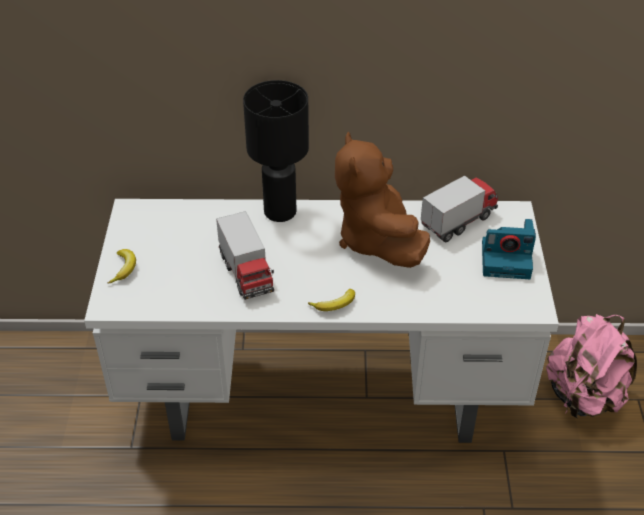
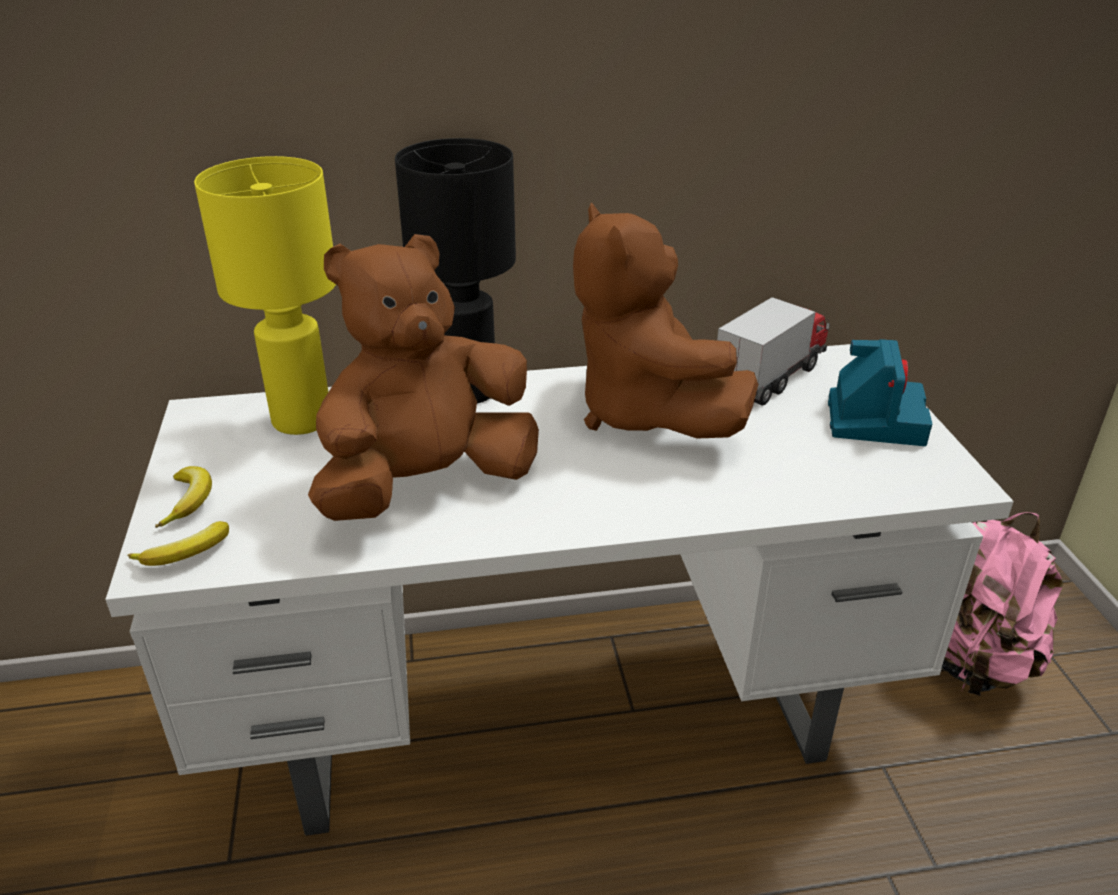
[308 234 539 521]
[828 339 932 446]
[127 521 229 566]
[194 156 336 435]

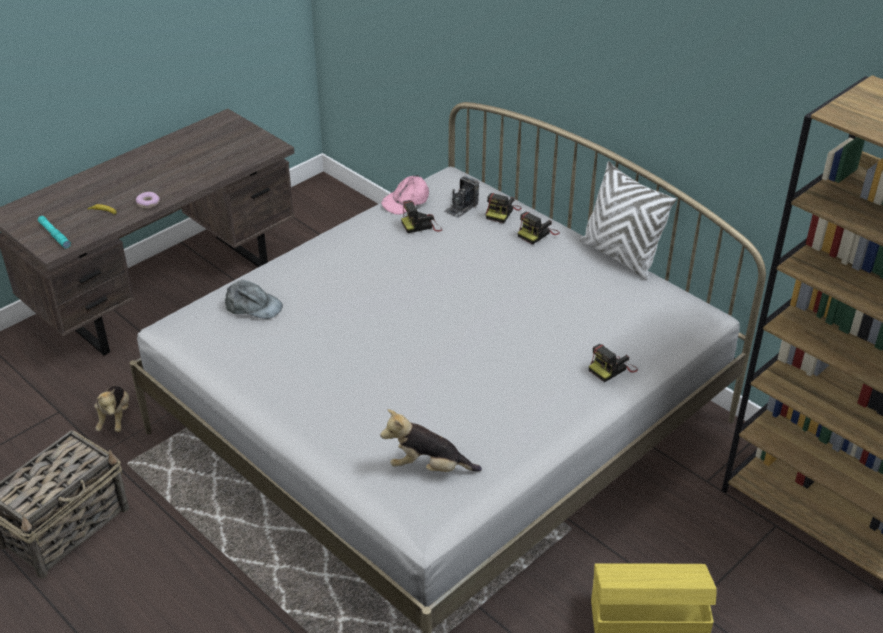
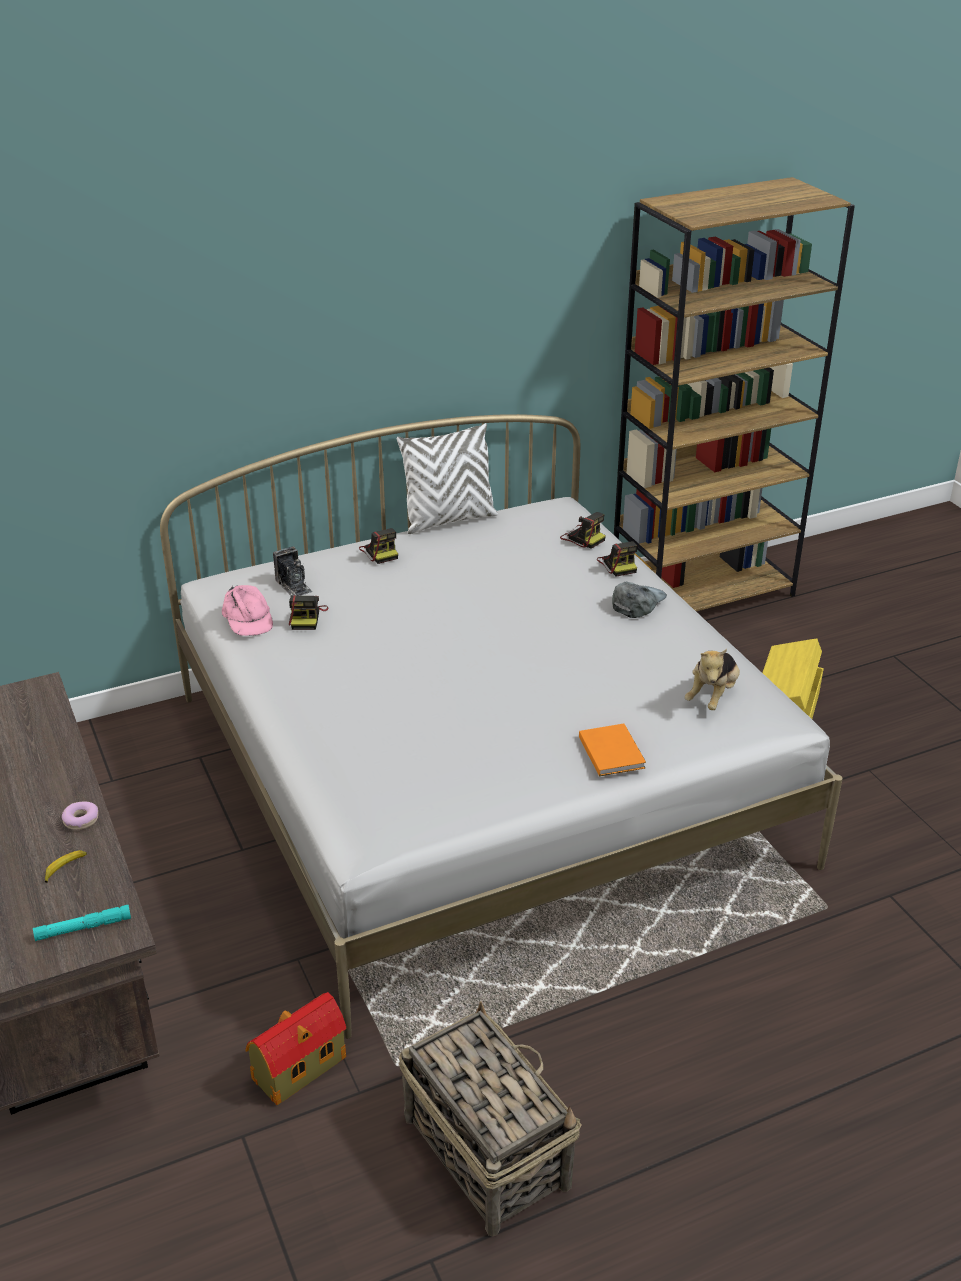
[560 512 606 549]
[612 582 667 618]
[245 992 346 1105]
[579 724 646 776]

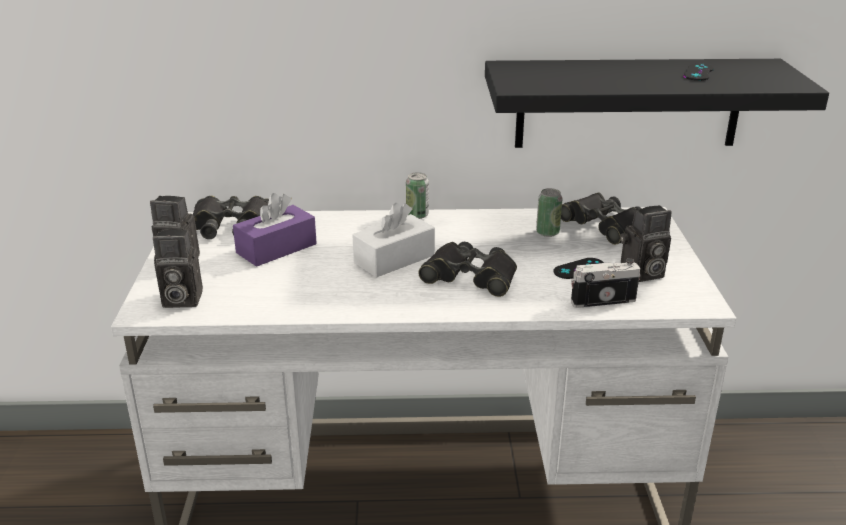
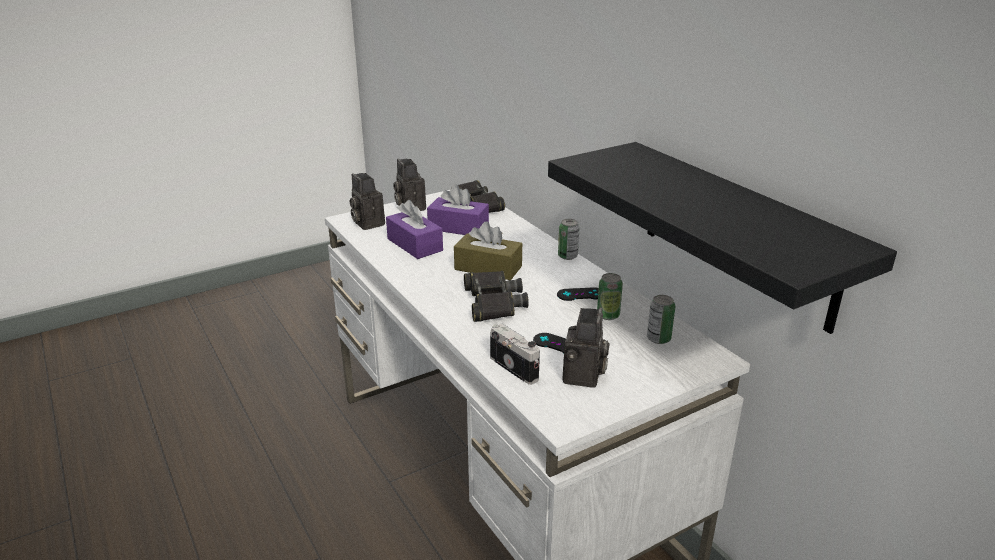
[557 287 599 301]
[647 295 676 344]
[454 221 522 280]
[563 307 609 388]
[386 200 443 259]

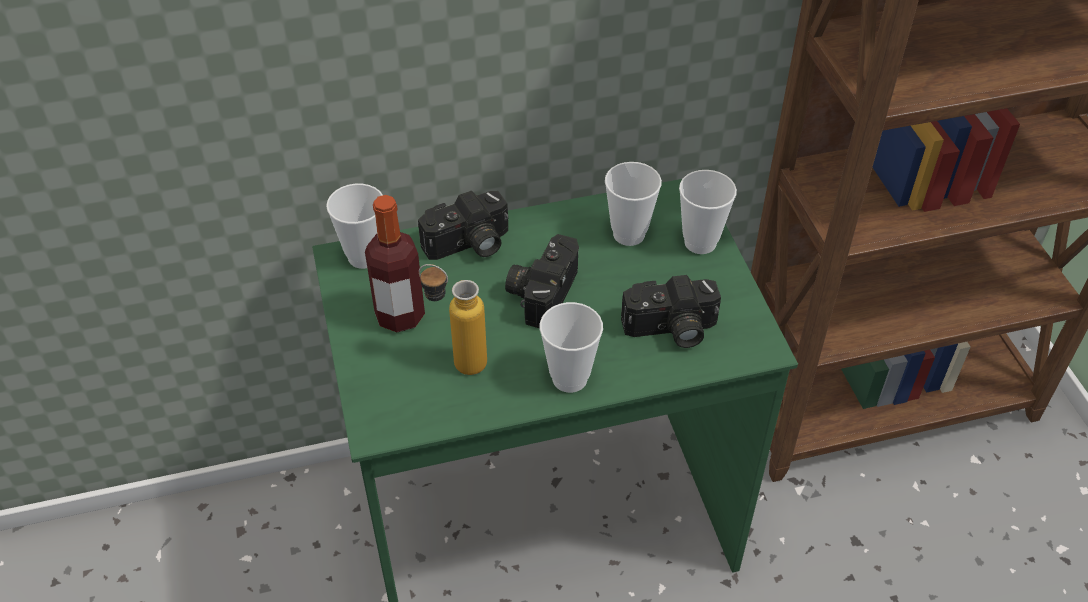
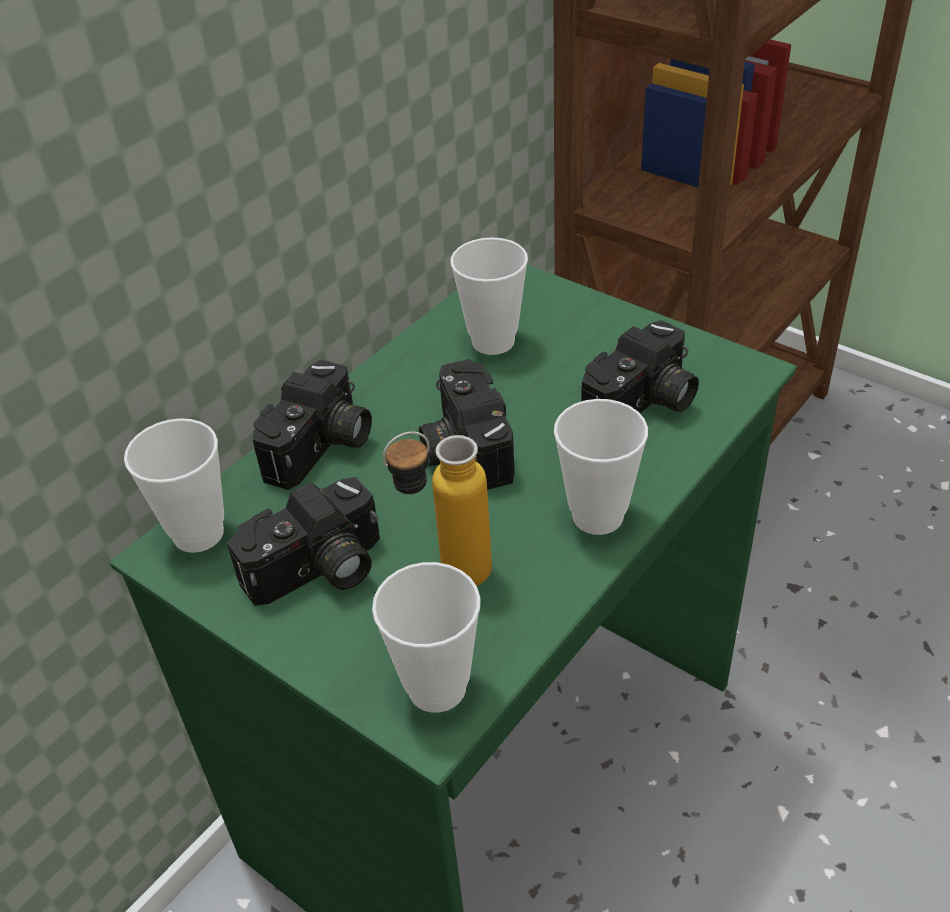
[372 562 481 713]
[227 477 380 606]

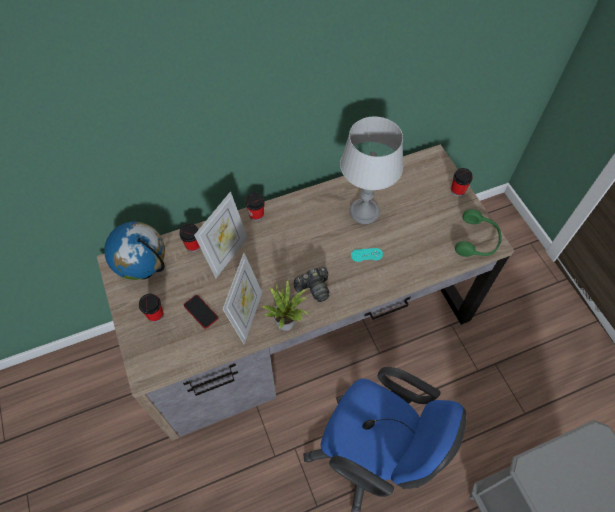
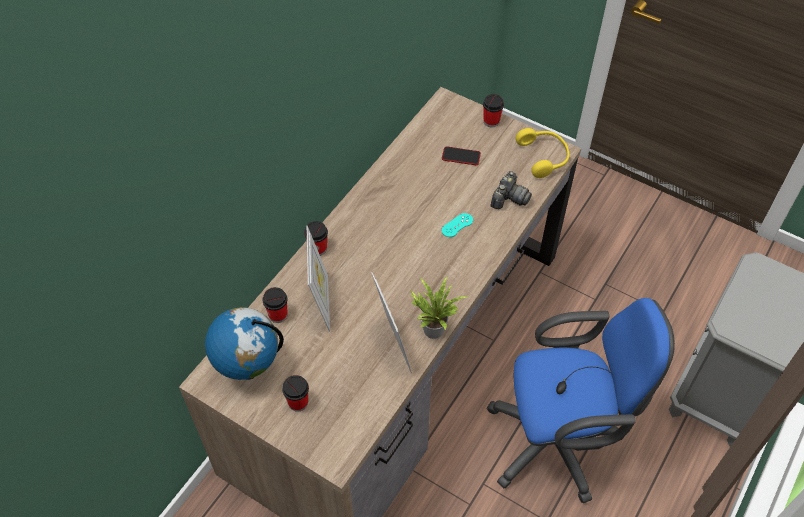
[340 117 403 224] (first image)
[516 128 570 178]
[491 171 532 209]
[442 146 481 165]

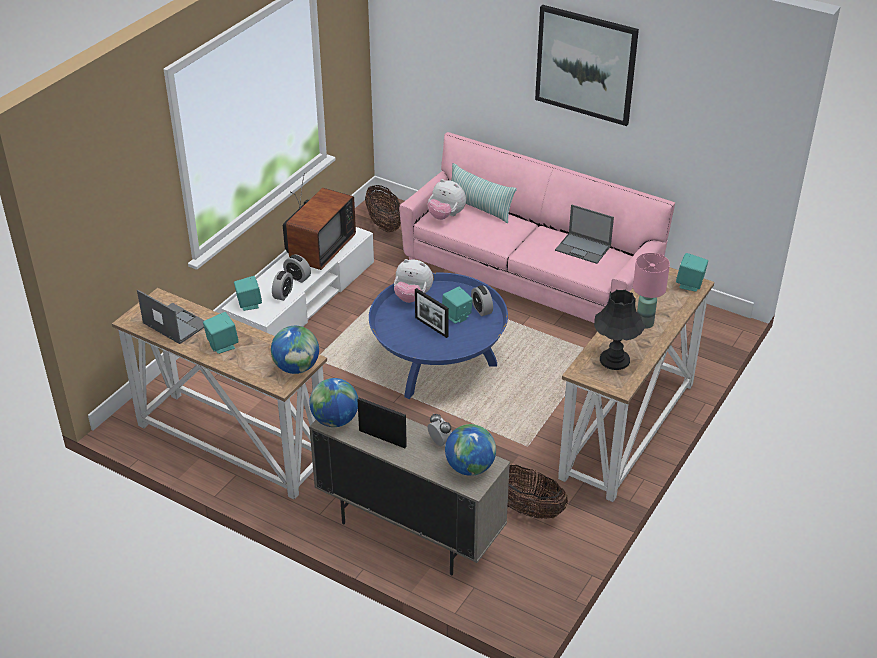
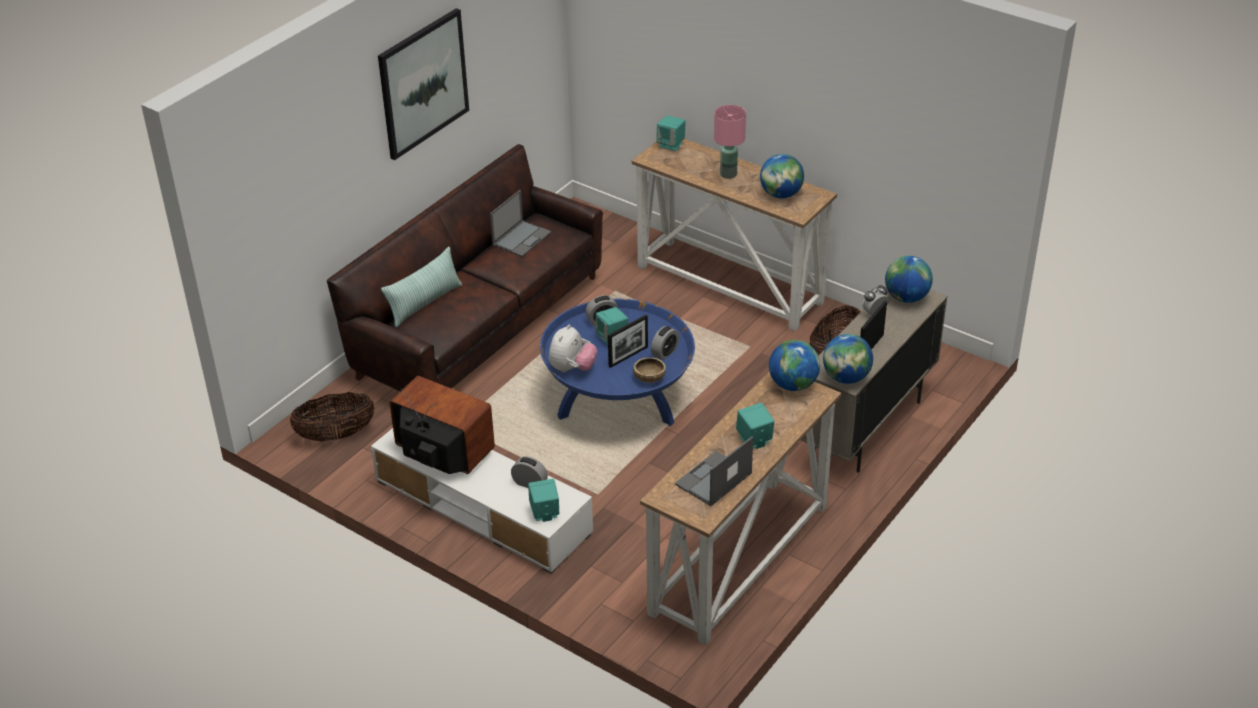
[327 144 603 391]
[427 179 466 220] (first image)
[651 326 679 360]
[760 154 804 198]
[633 357 666 383]

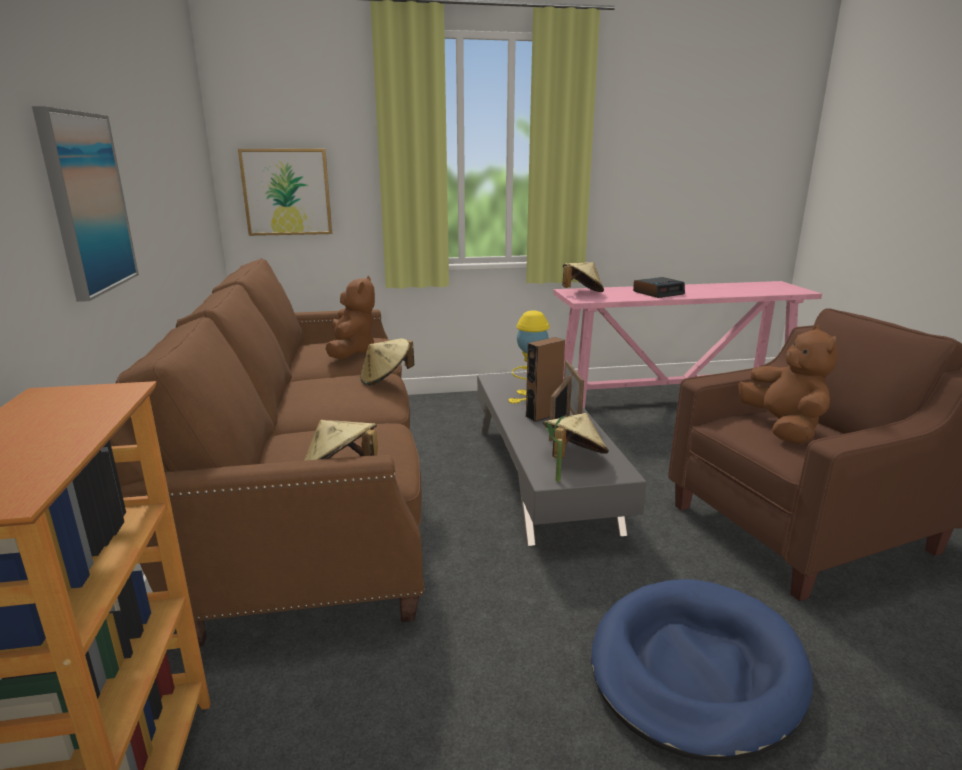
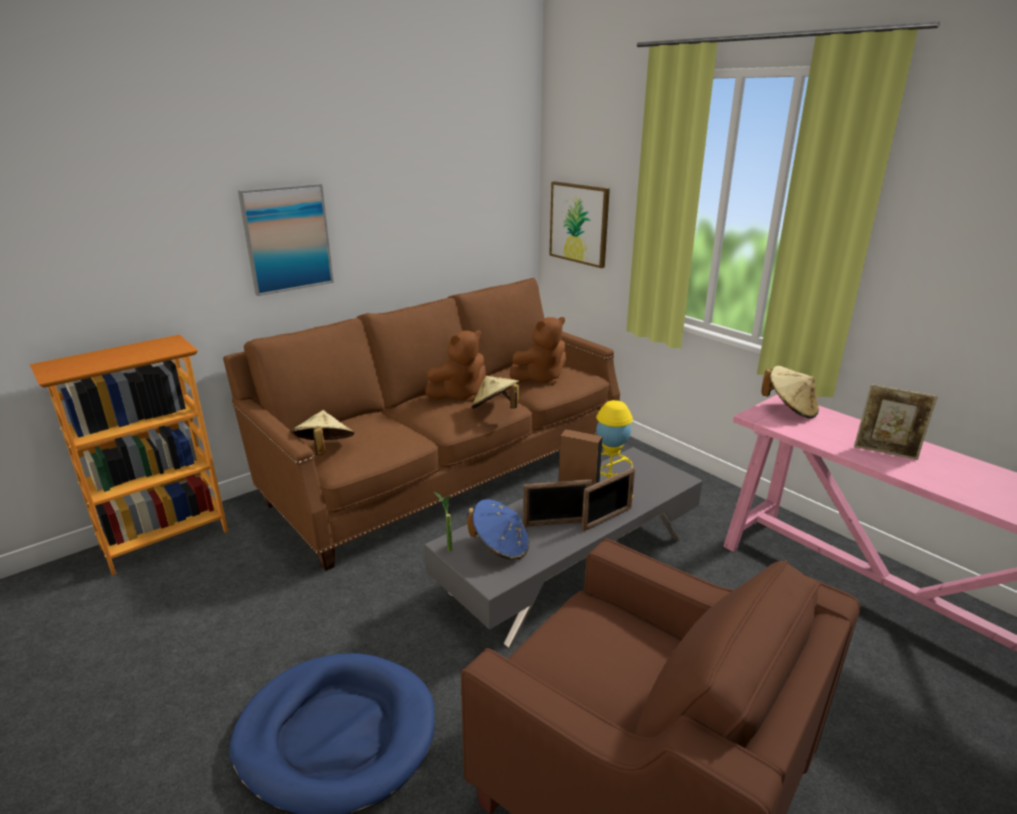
[854 384 938 460]
[425 330 486 401]
[467 499 530 560]

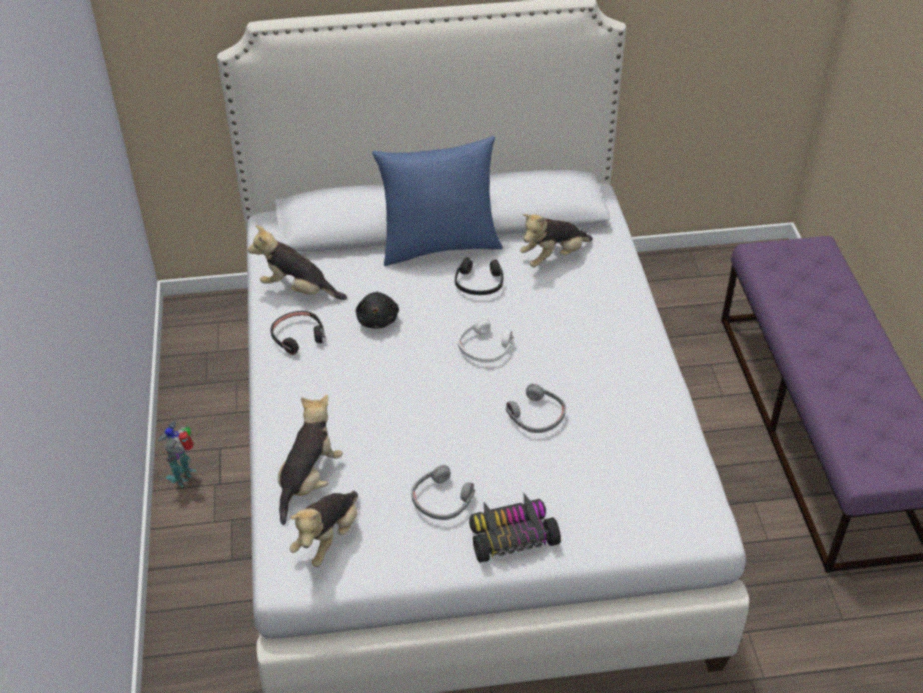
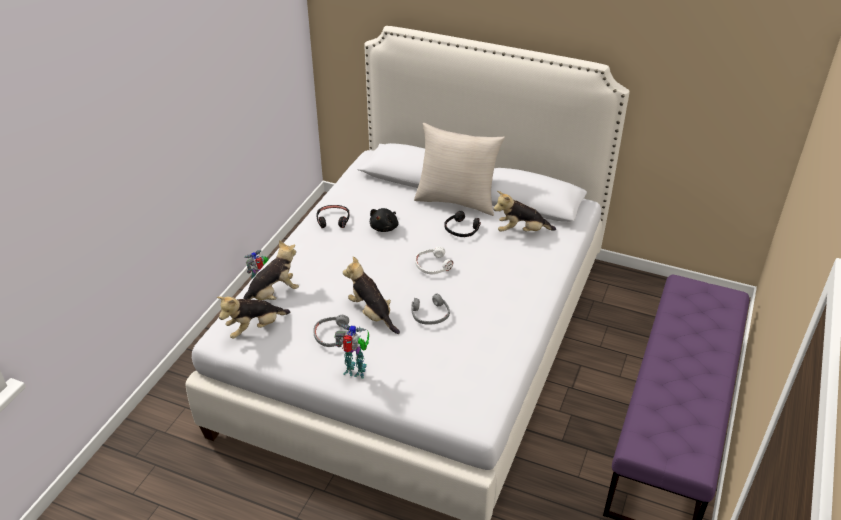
[414 123 505 216]
[343 257 400 334]
[335 324 370 379]

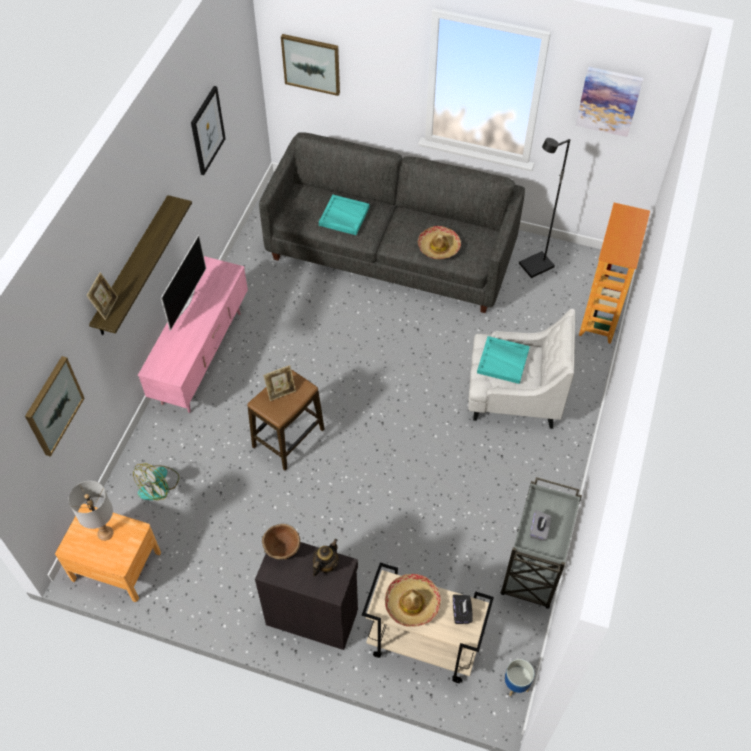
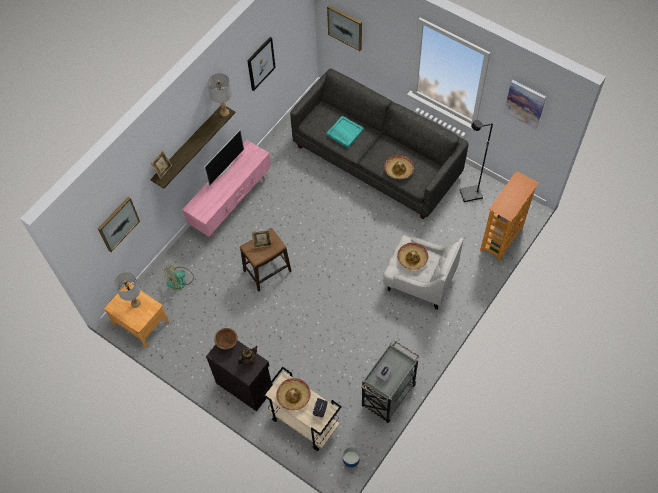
[397 243 428 270]
[208 73 232 117]

